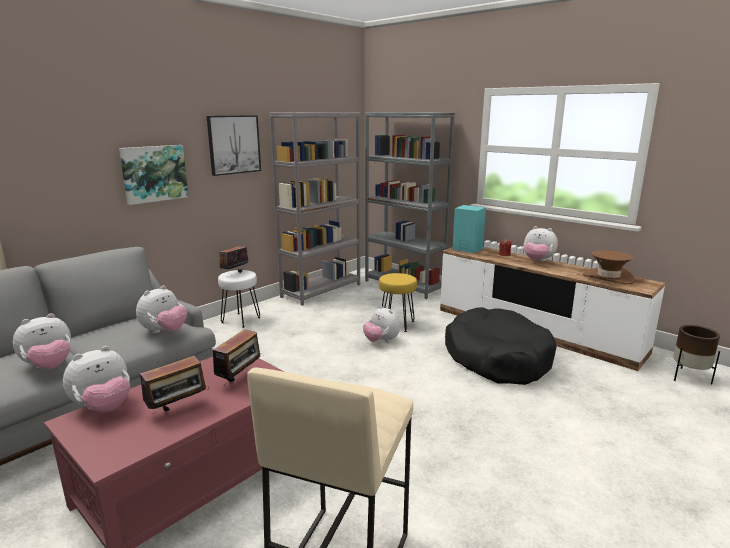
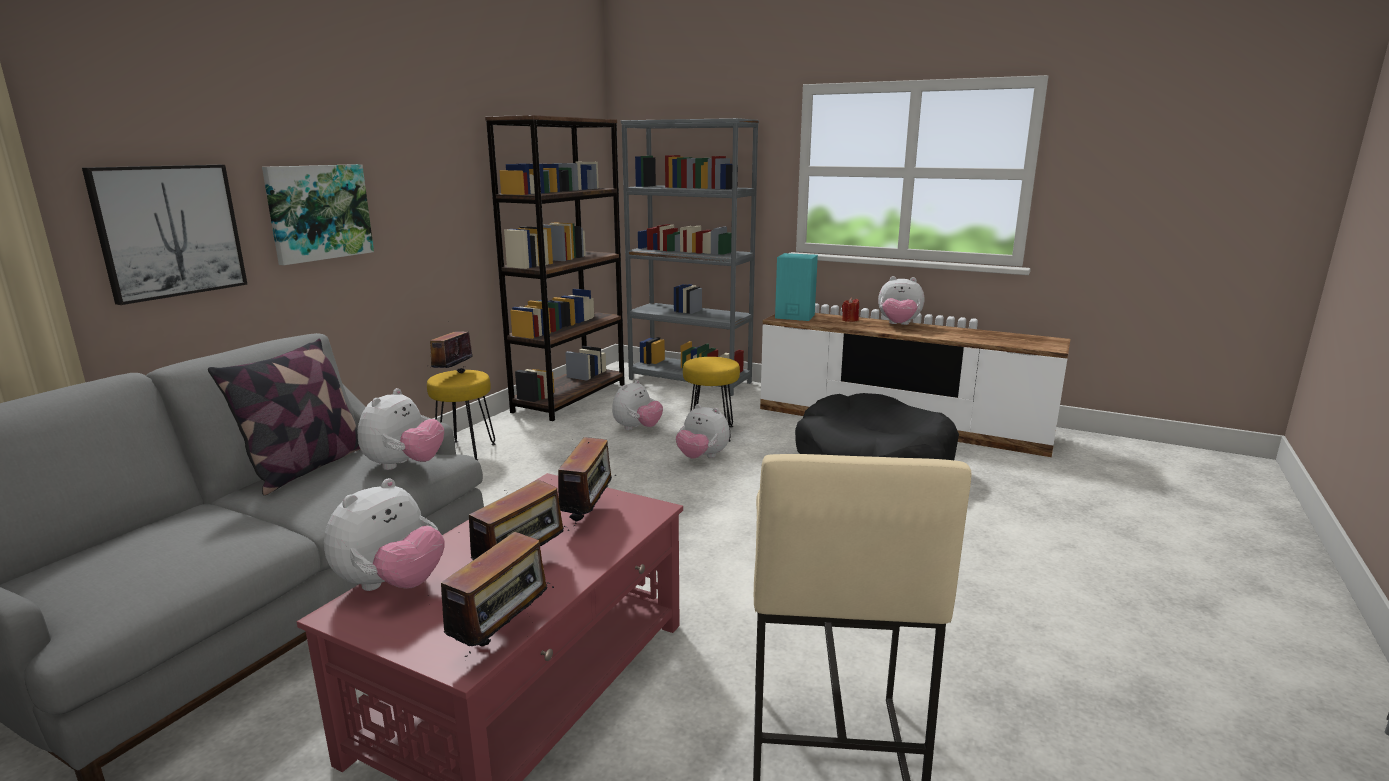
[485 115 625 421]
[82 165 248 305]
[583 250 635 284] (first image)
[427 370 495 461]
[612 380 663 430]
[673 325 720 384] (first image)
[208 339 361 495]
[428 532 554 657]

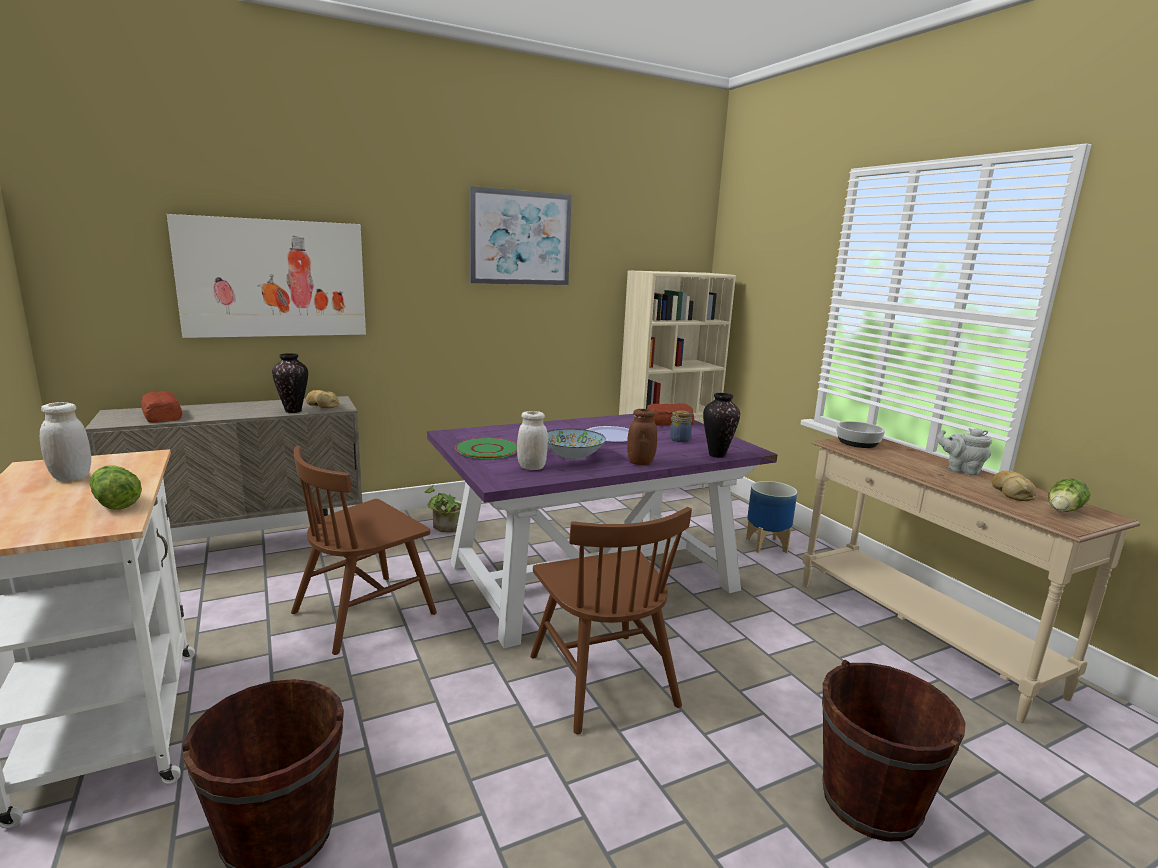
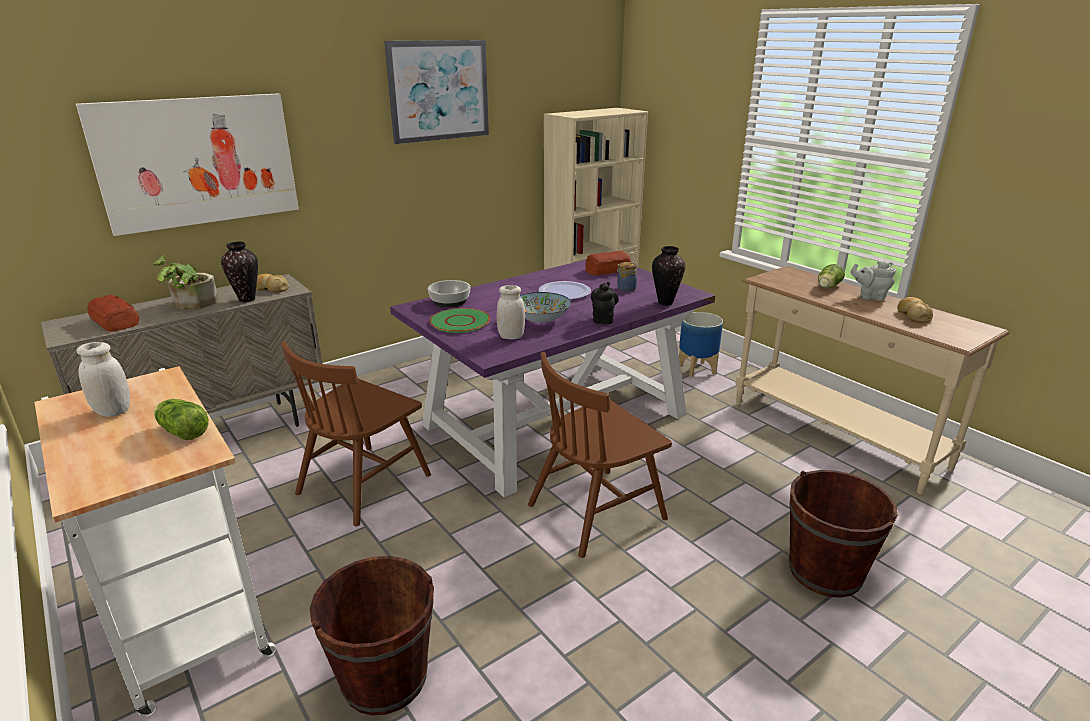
[591 281 619 324]
[428 280 470 307]
[818 264 845 288]
[153 255 218 310]
[528 352 672 558]

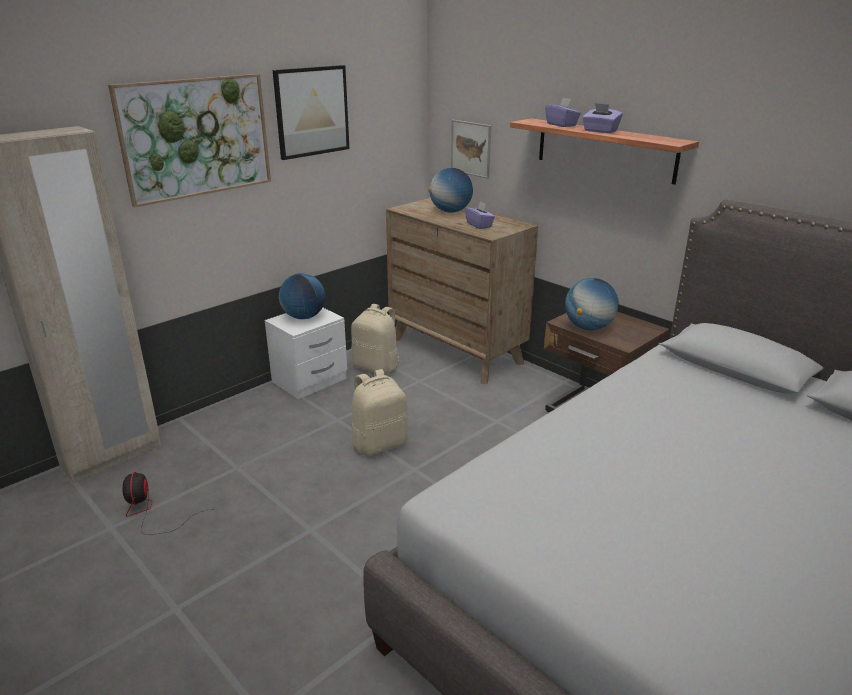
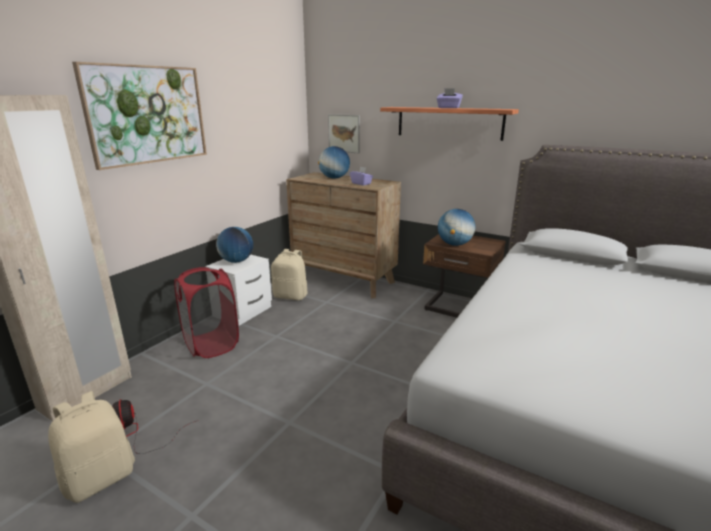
[273 65 349 160] (first image)
[545 98 581 127] (first image)
[48 391 135 503]
[174 267 239 358]

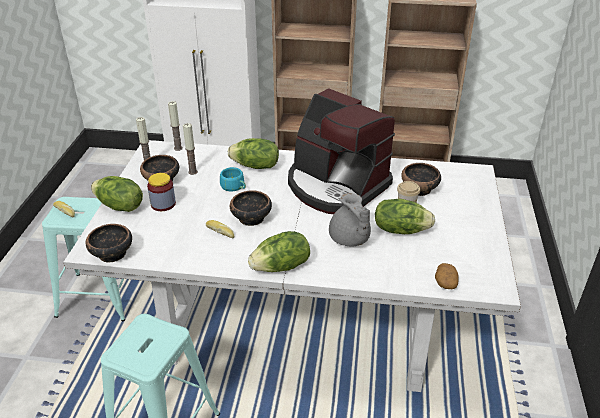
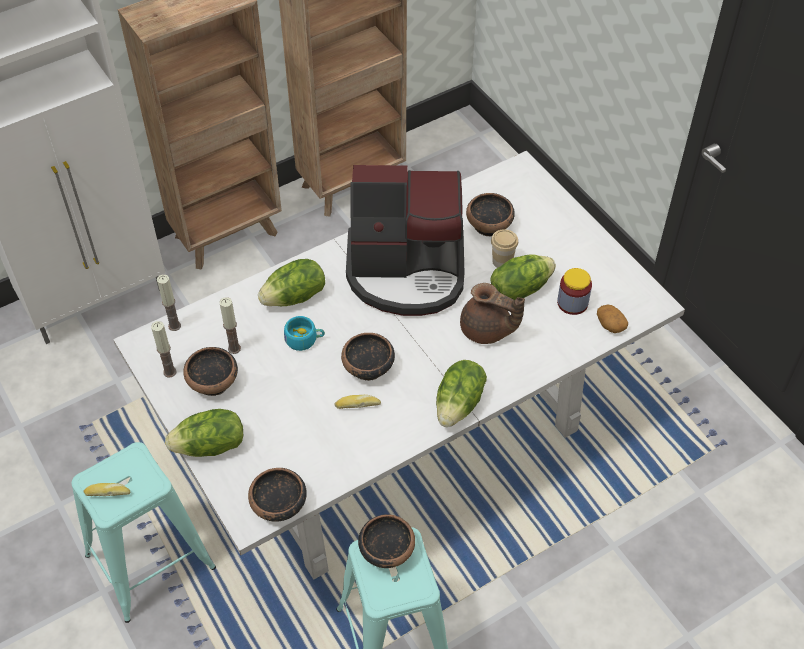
[557 268 592 315]
[460 283 525 344]
[358 514 415 568]

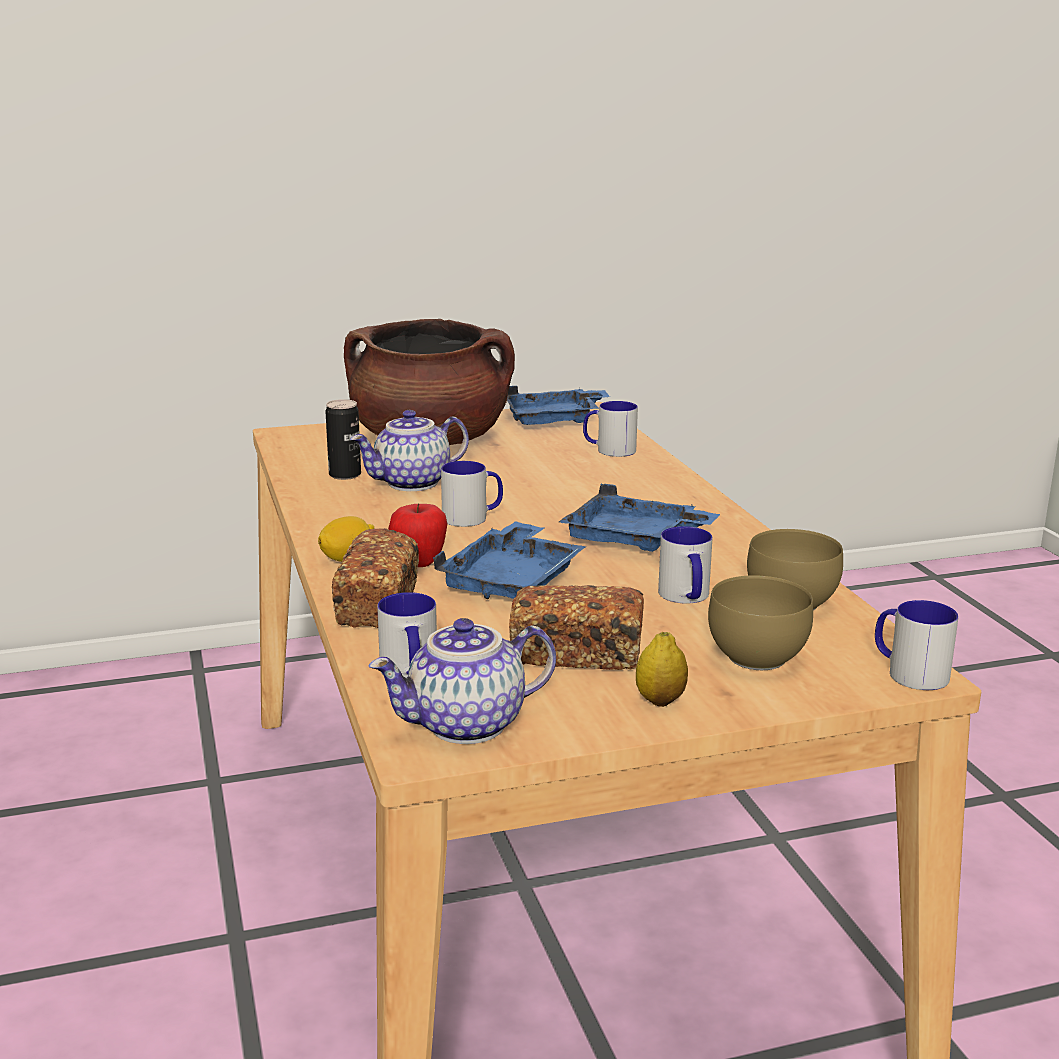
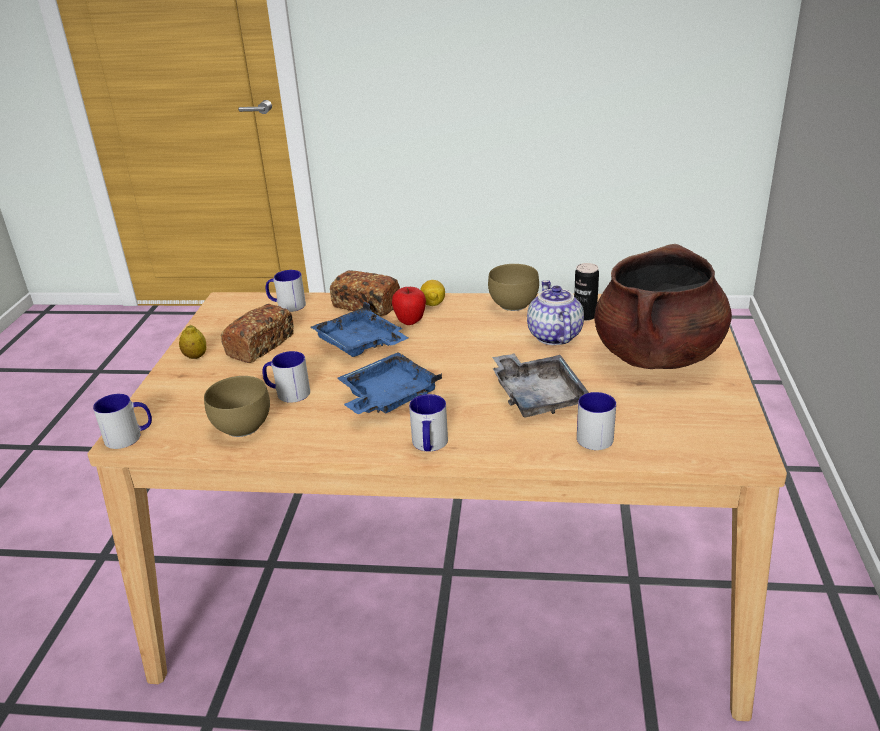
[507 386 610 425] (first image)
[409 394 448 451]
[488 264 539 311]
[369 618 556 744] (first image)
[492 353 589 417]

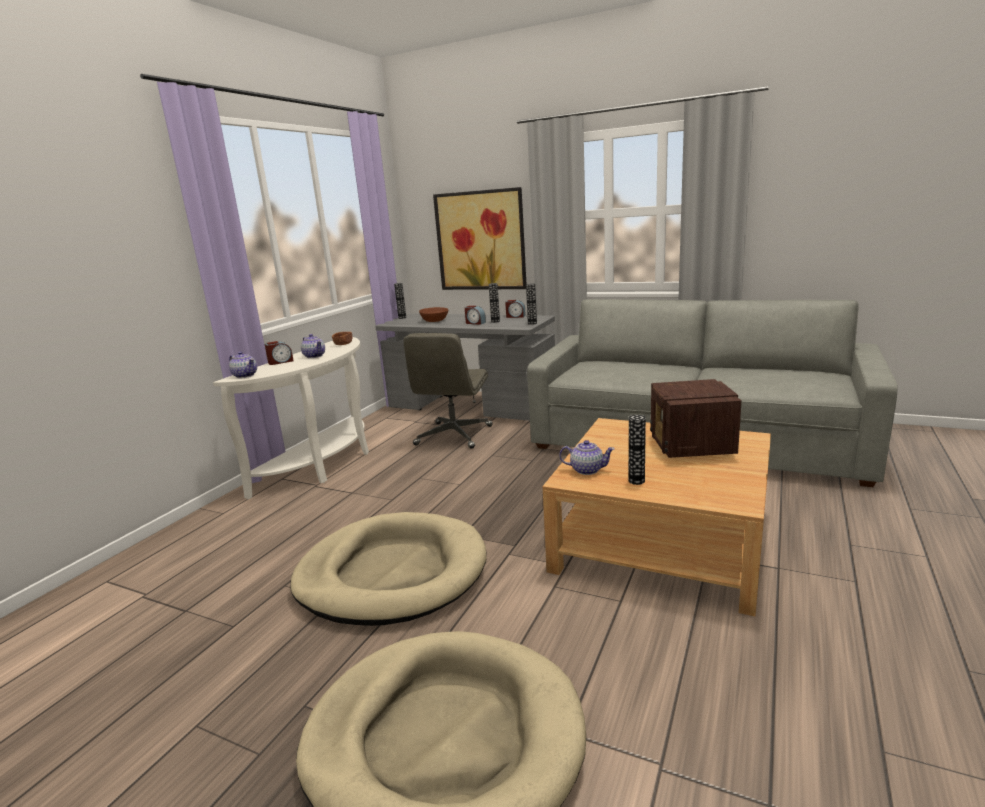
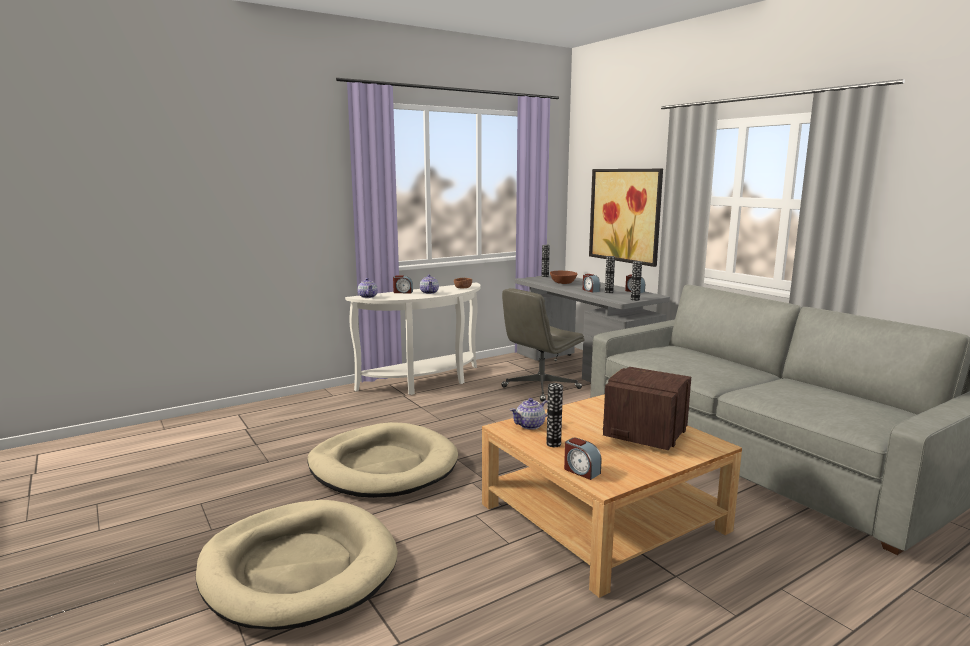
[510 398 548 430]
[564 438 602 480]

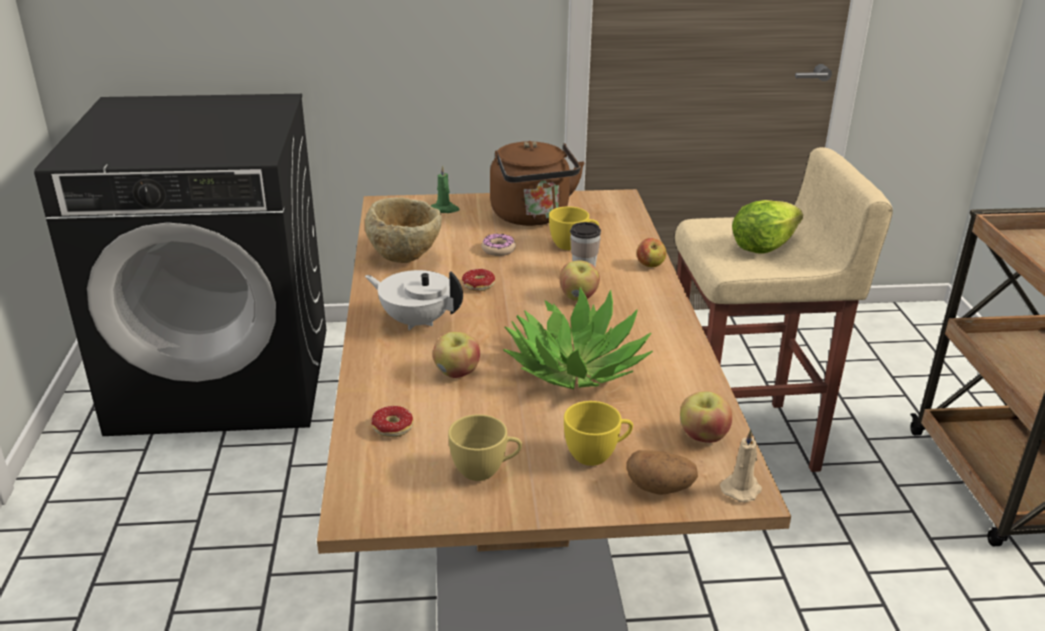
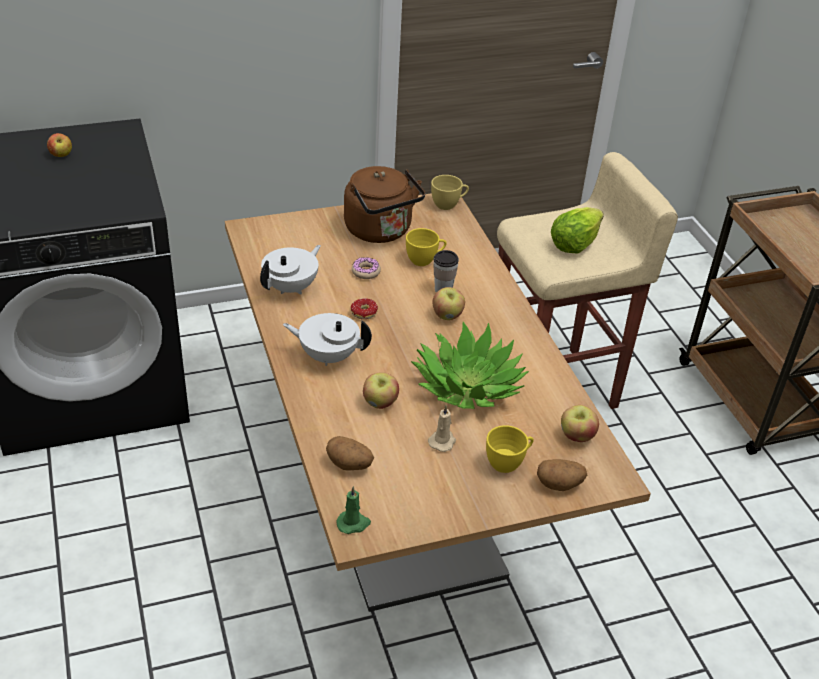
[336 486 371 534]
[260 245 321 295]
[47 133 72 157]
[326 436 374 471]
[431 175 469 210]
[428 405 456 452]

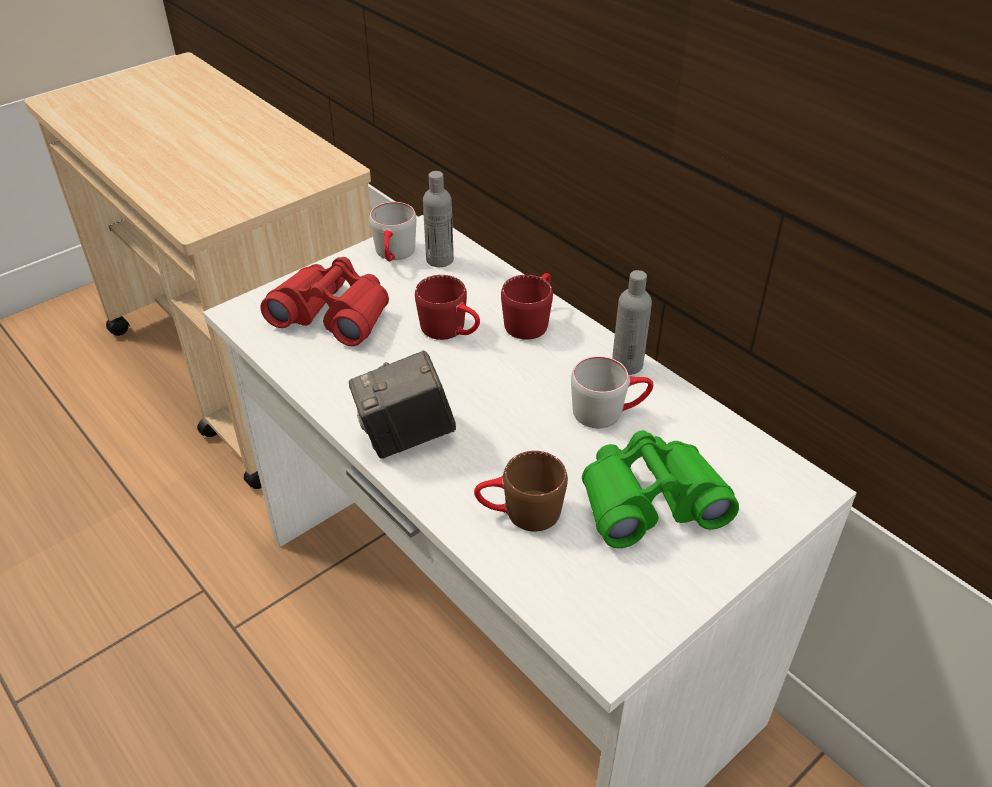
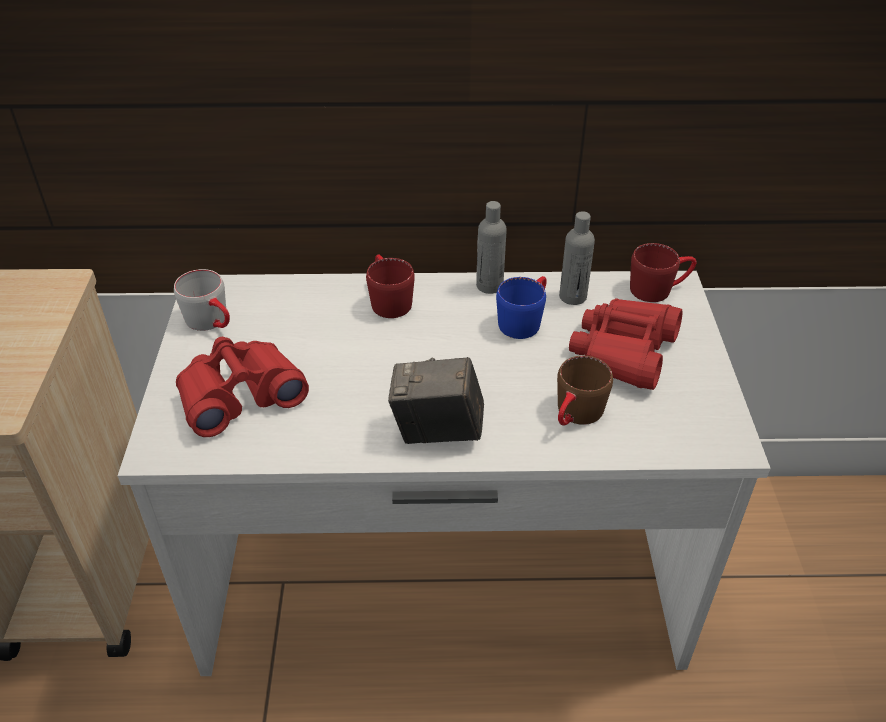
[559 211 595 305]
[630 243 696 302]
[388 357 484 444]
[496 276 547 339]
[569 298 683 390]

